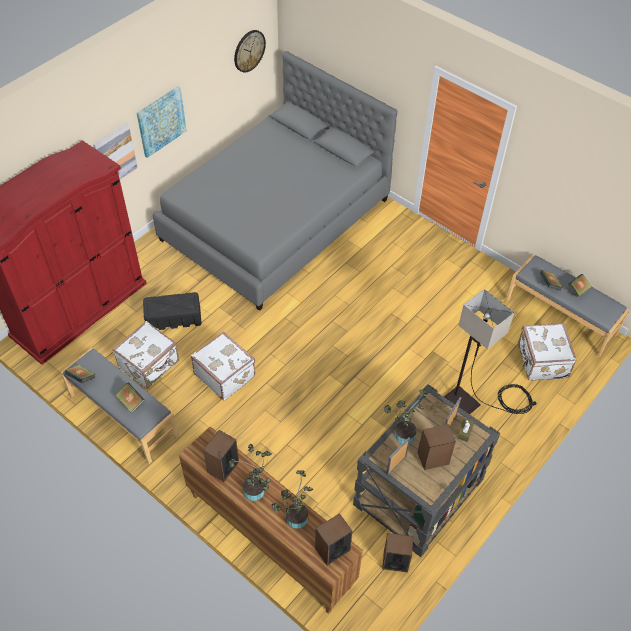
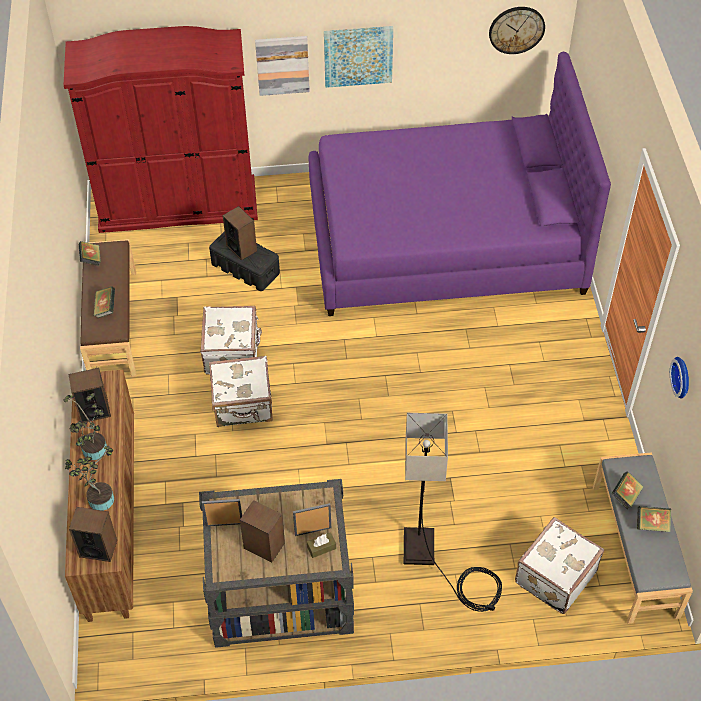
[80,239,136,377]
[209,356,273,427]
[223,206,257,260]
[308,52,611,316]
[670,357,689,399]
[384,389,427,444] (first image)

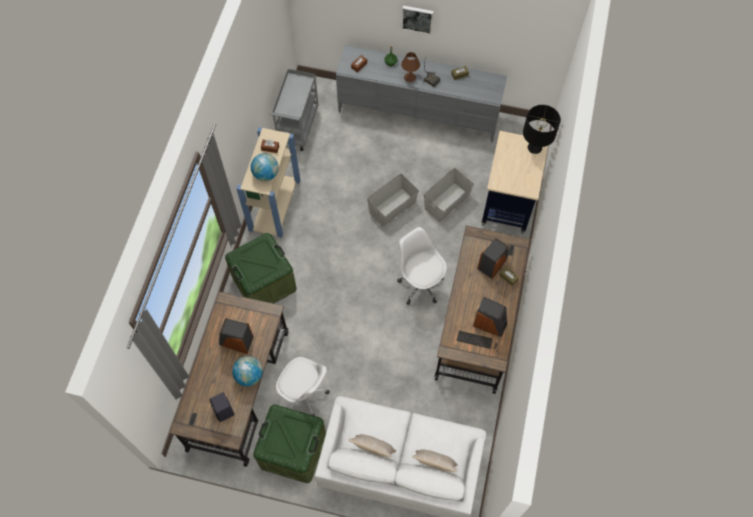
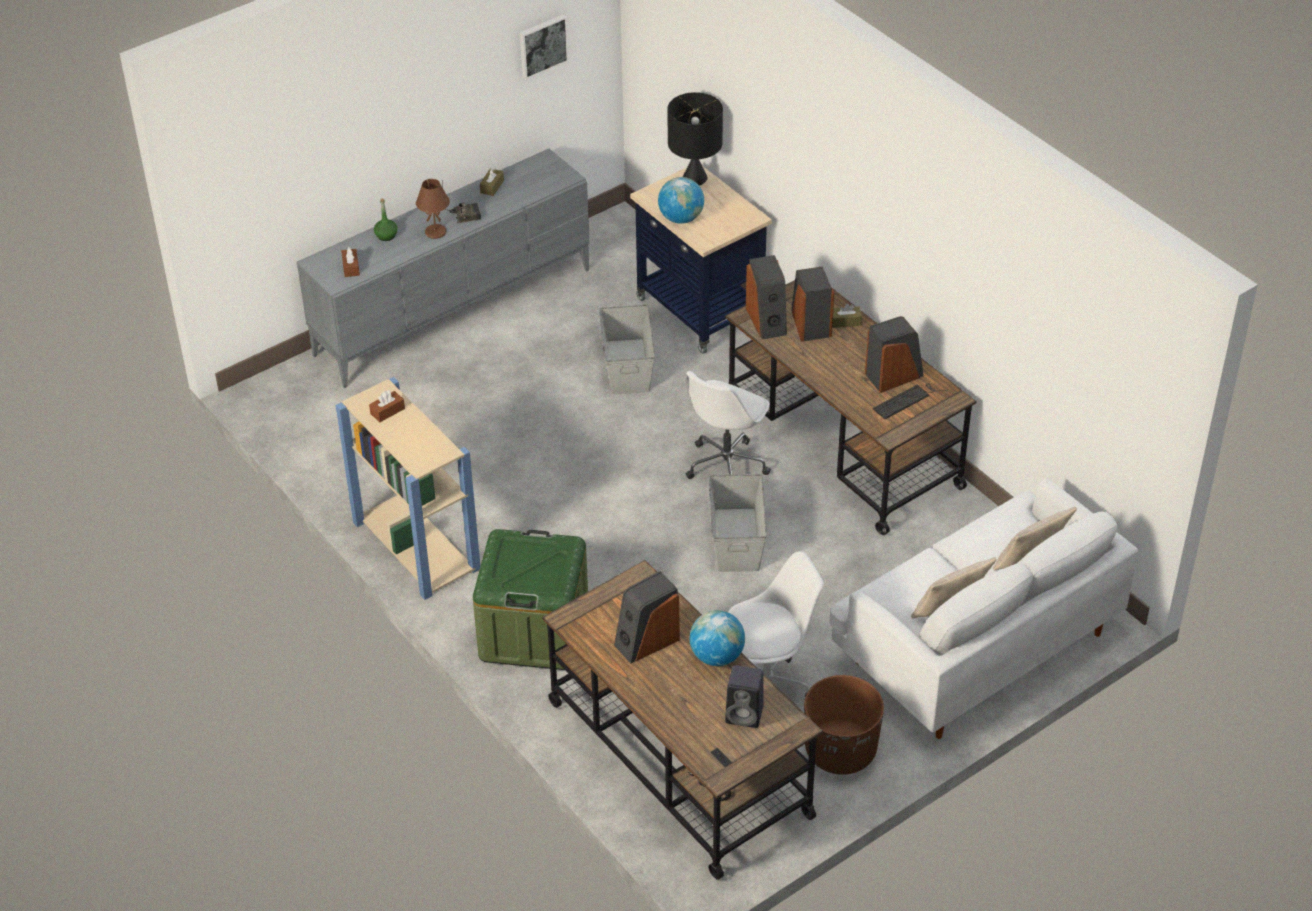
[520,14,569,80]
[658,177,704,224]
[686,371,771,479]
[709,474,767,572]
[746,255,787,340]
[804,675,884,775]
[270,69,318,151] (first image)

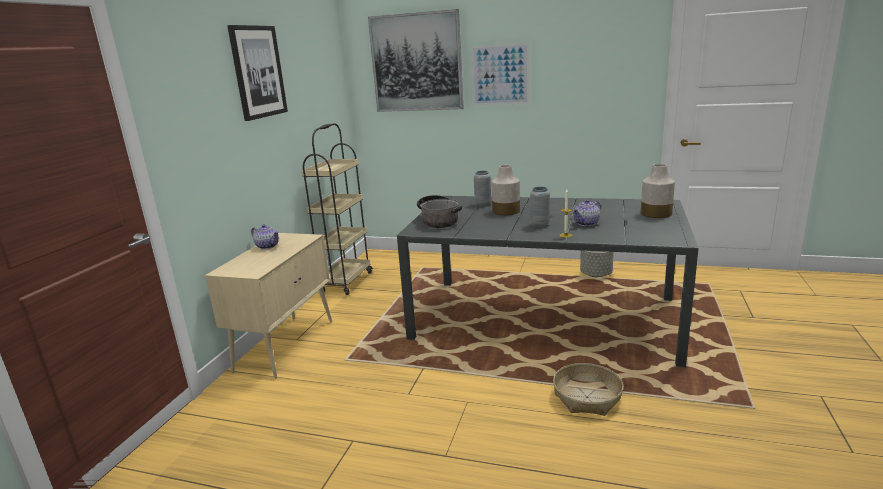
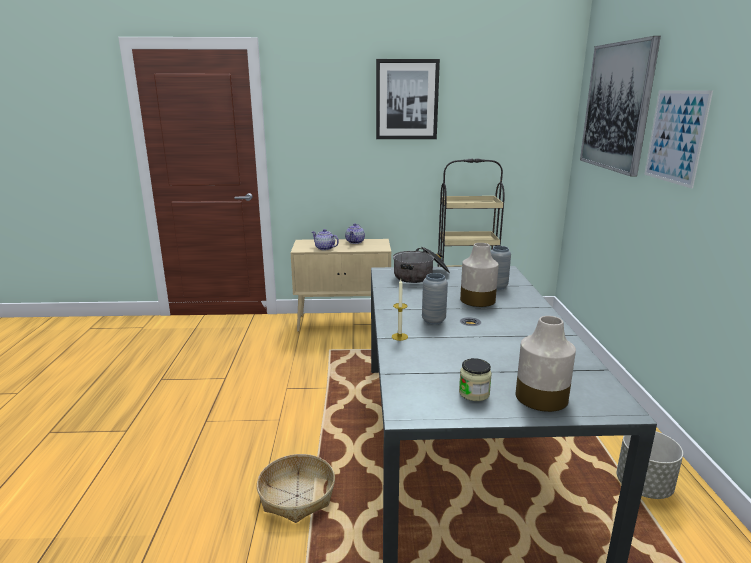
[312,229,339,250]
[459,358,492,401]

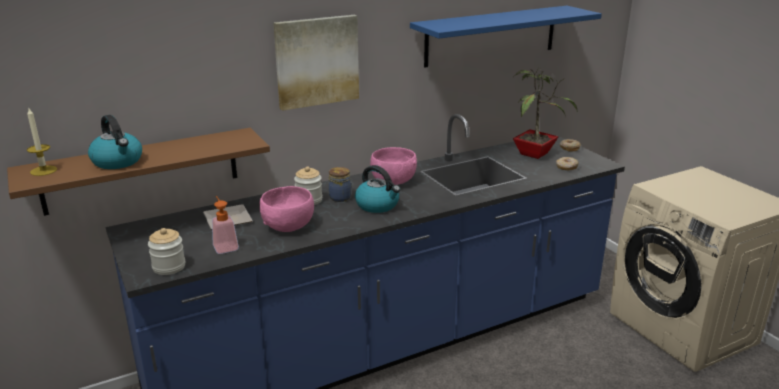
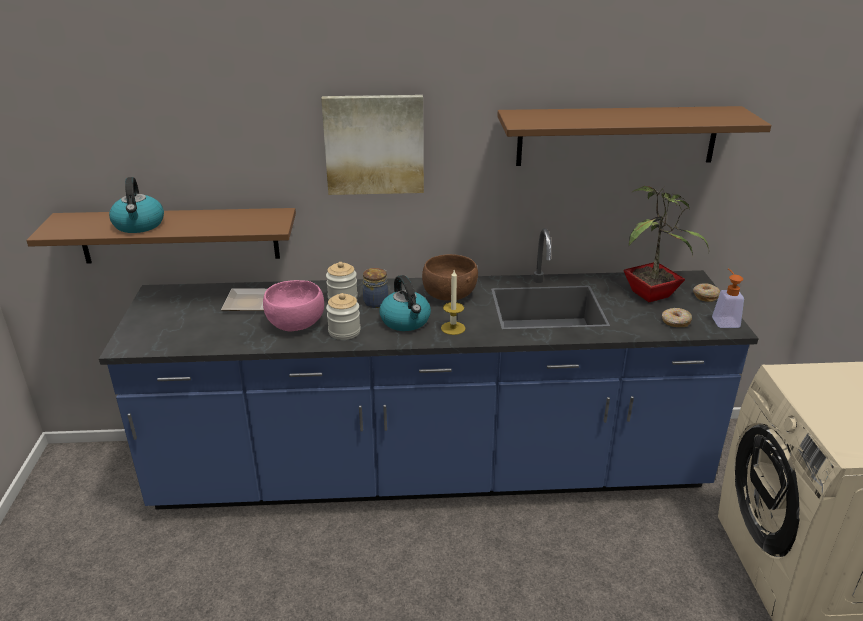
[326,293,361,340]
[422,254,478,301]
[441,270,466,335]
[497,106,771,166]
[712,268,744,328]

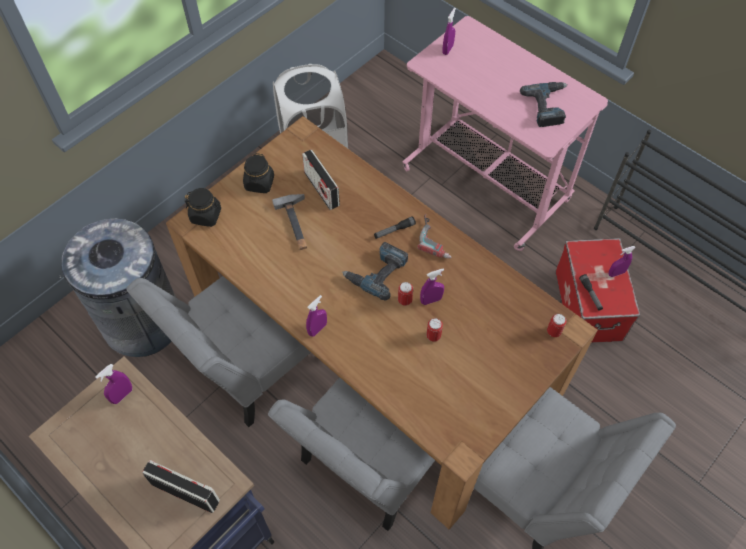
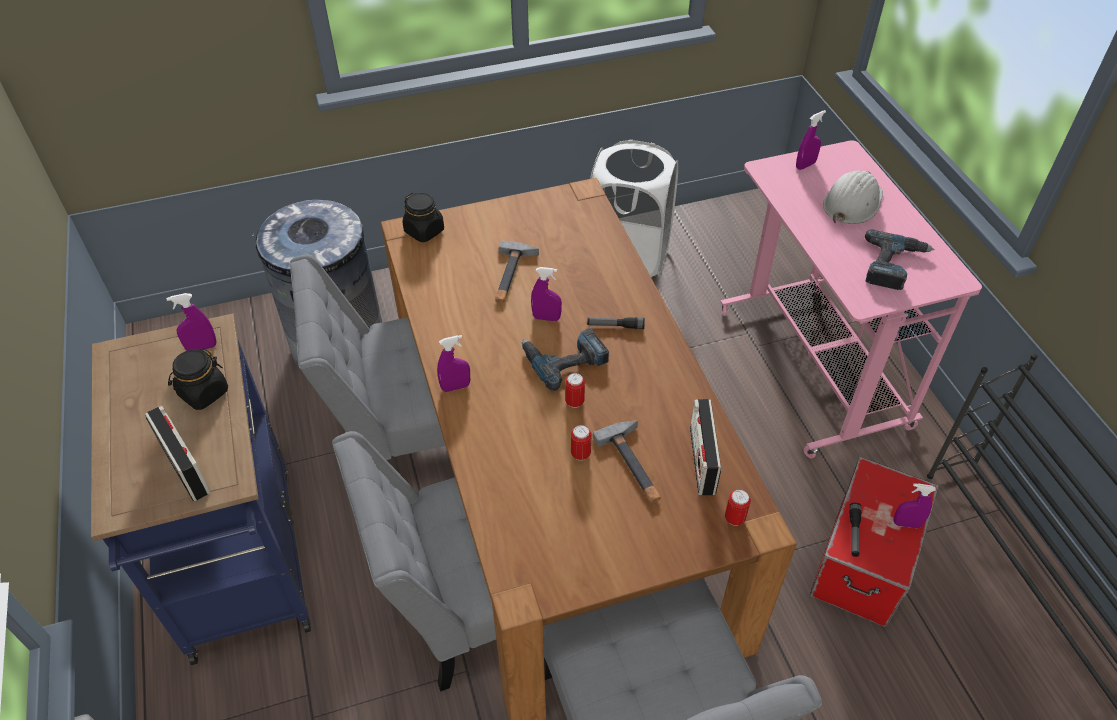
[168,348,228,410]
[531,267,562,321]
[593,420,661,503]
[690,399,721,495]
[823,170,883,224]
[417,214,451,259] (first image)

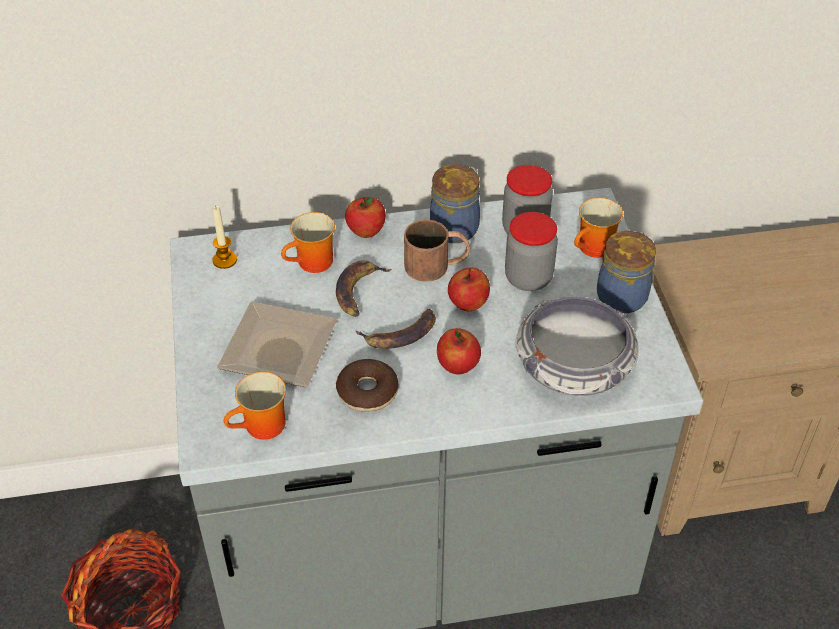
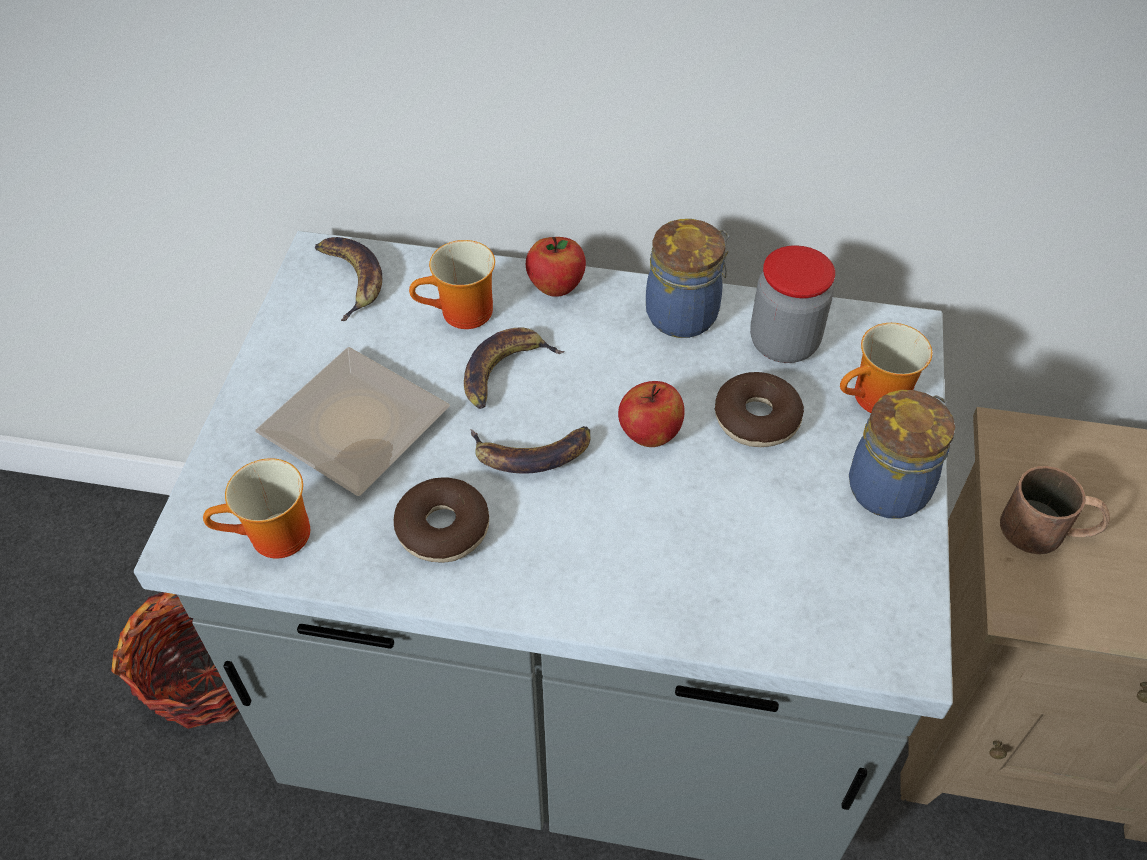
[315,237,382,321]
[715,372,804,447]
[1000,466,1110,554]
[437,328,481,374] (first image)
[516,296,638,396] (first image)

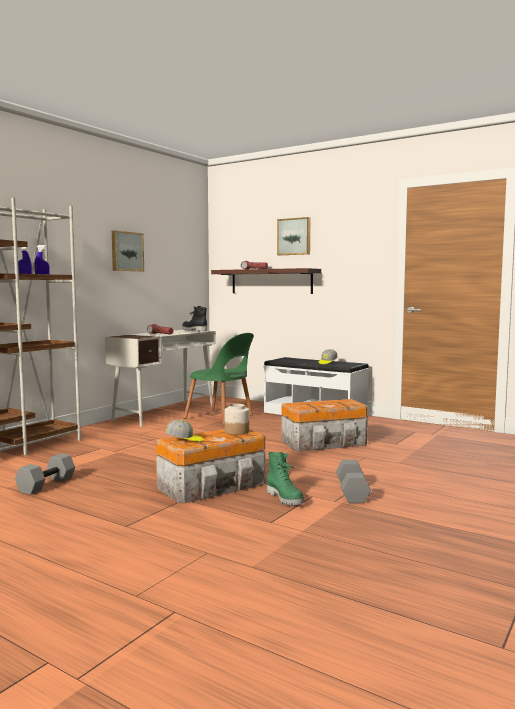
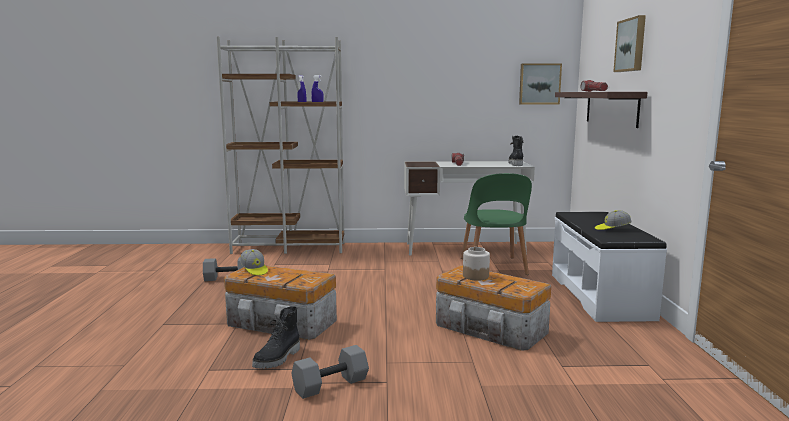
[252,306,300,369]
[463,247,490,281]
[519,63,562,104]

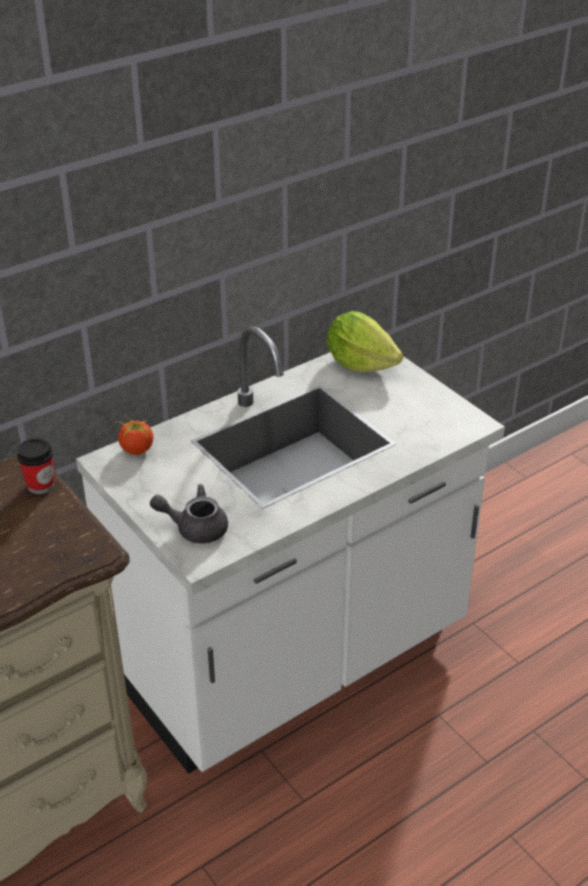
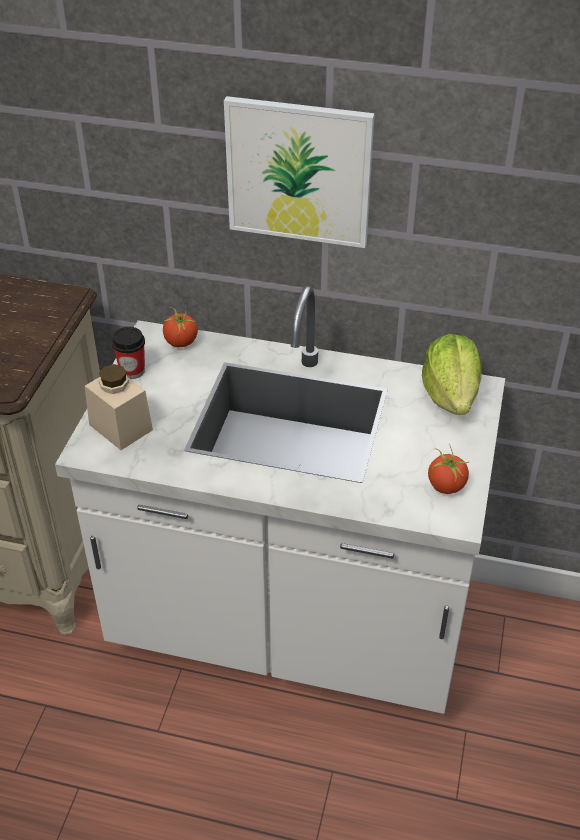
[85,364,153,450]
[112,327,145,379]
[224,96,375,248]
[428,444,470,494]

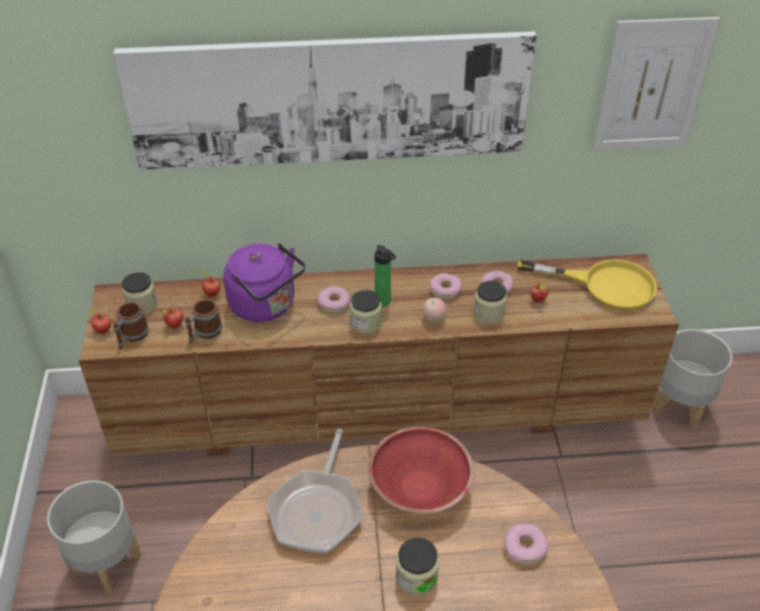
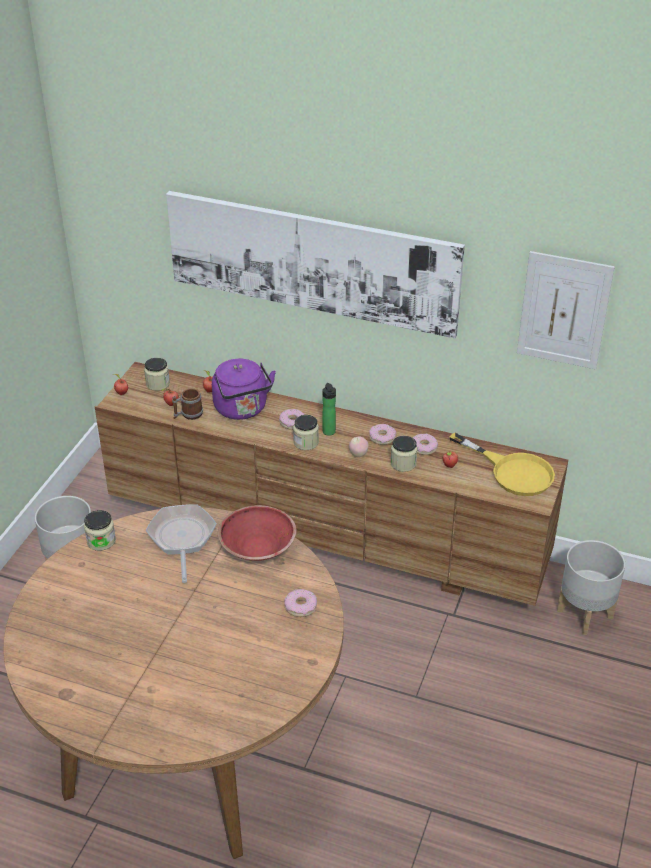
[84,510,116,551]
[146,504,217,583]
[113,302,149,350] (first image)

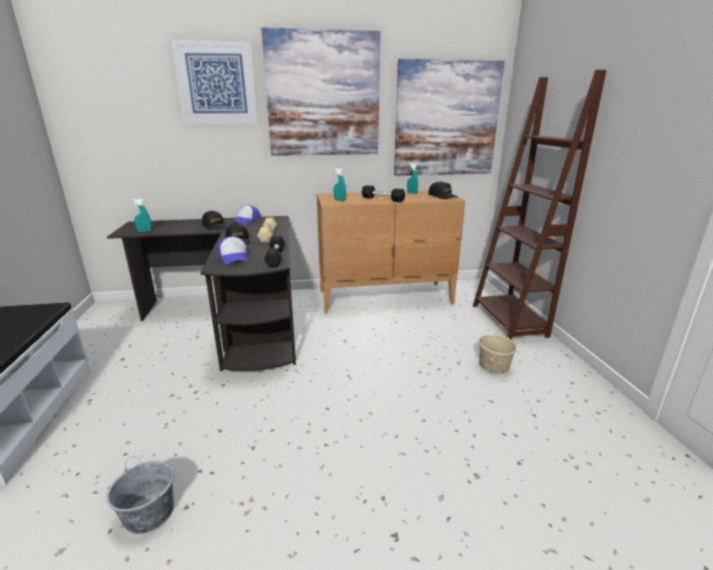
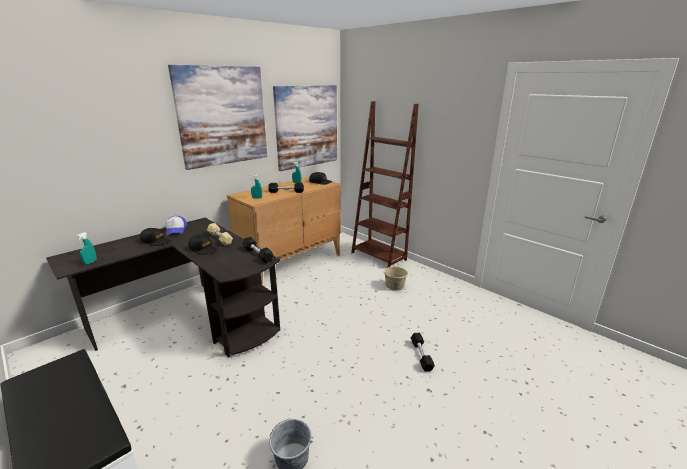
[411,333,435,372]
[171,40,258,123] (first image)
[217,236,248,264] (first image)

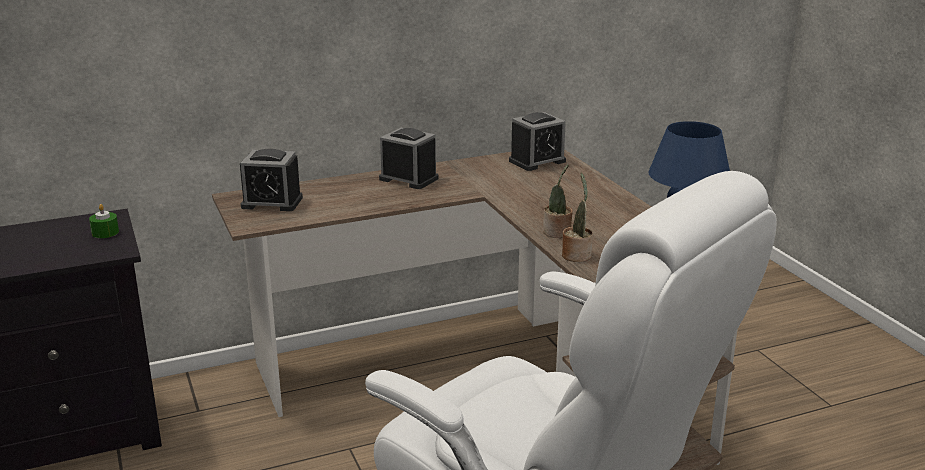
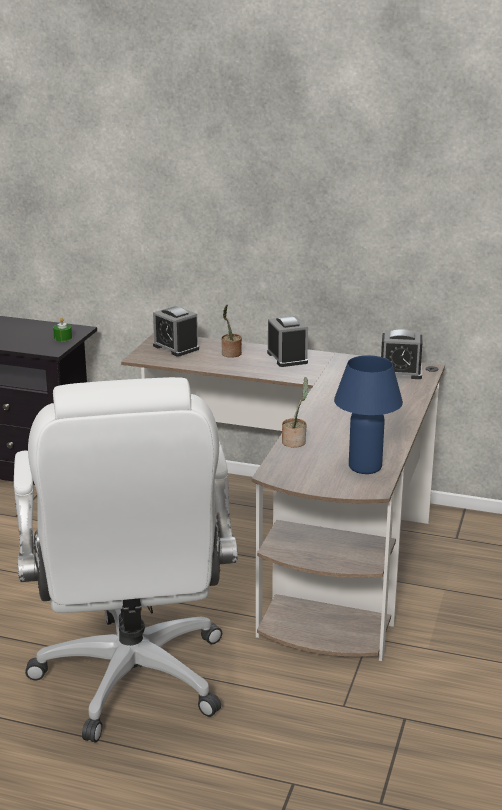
[221,305,242,358]

